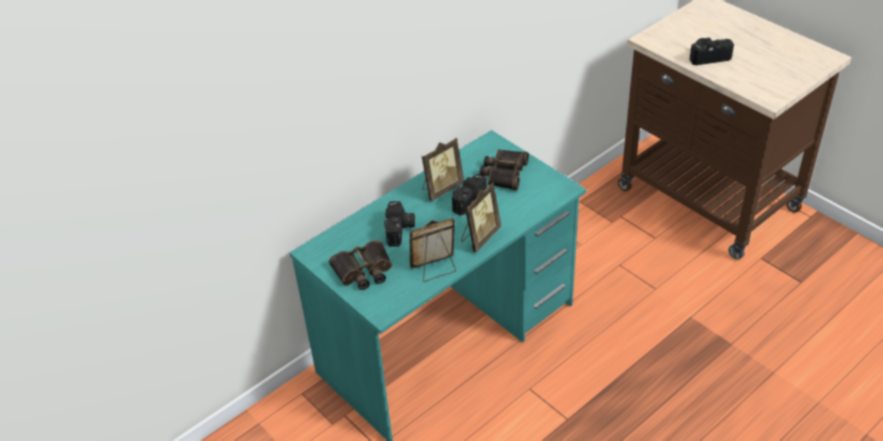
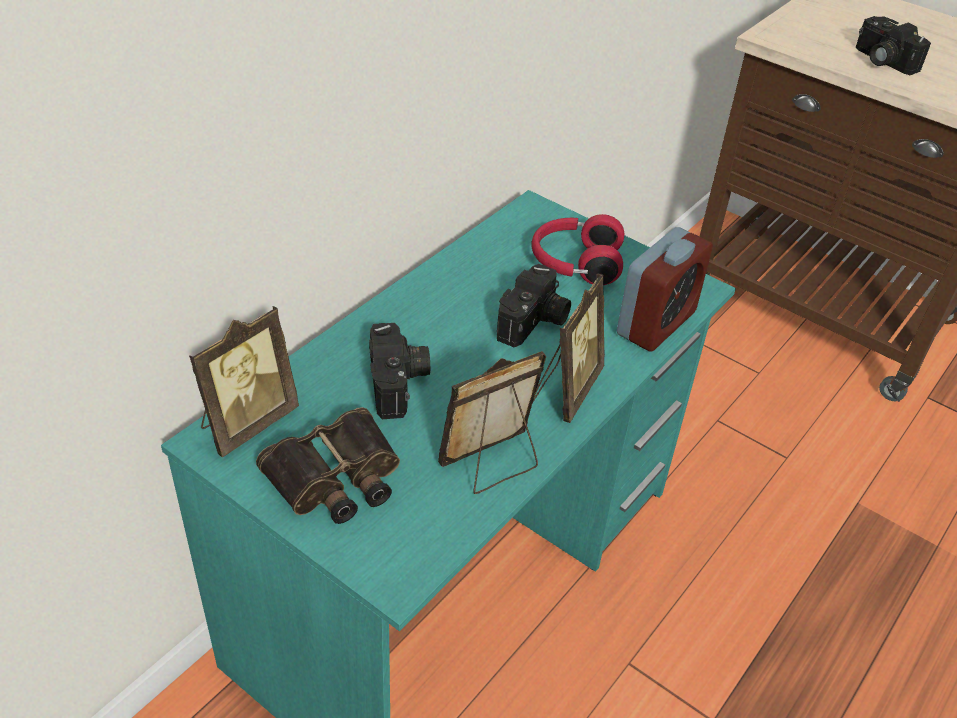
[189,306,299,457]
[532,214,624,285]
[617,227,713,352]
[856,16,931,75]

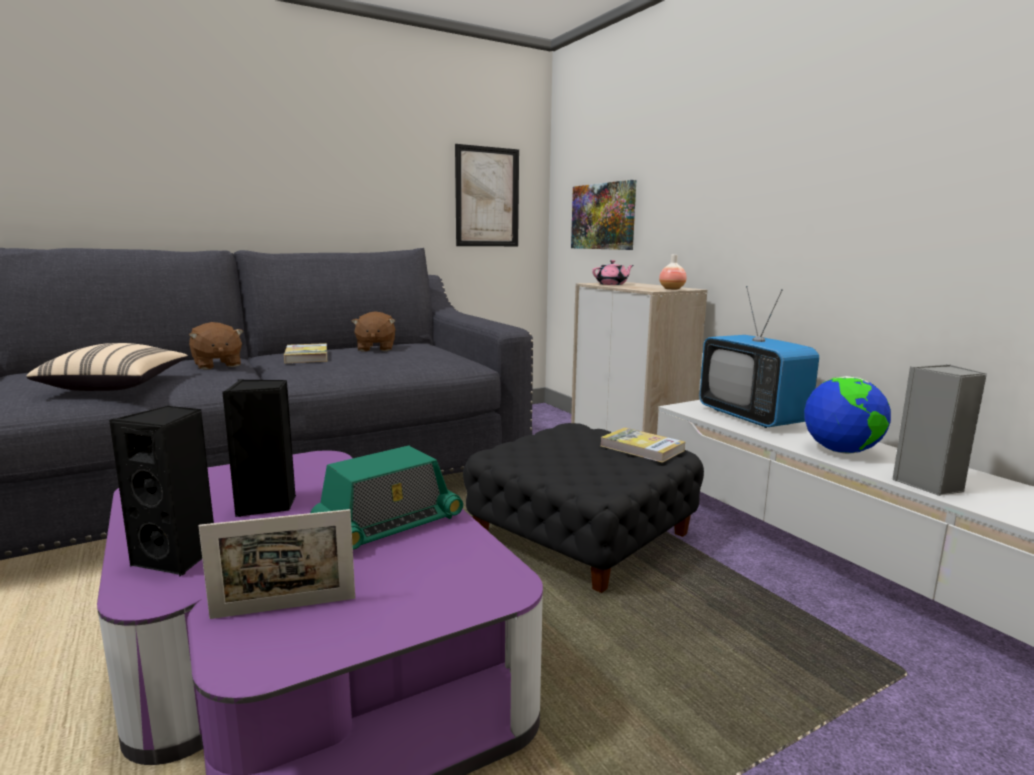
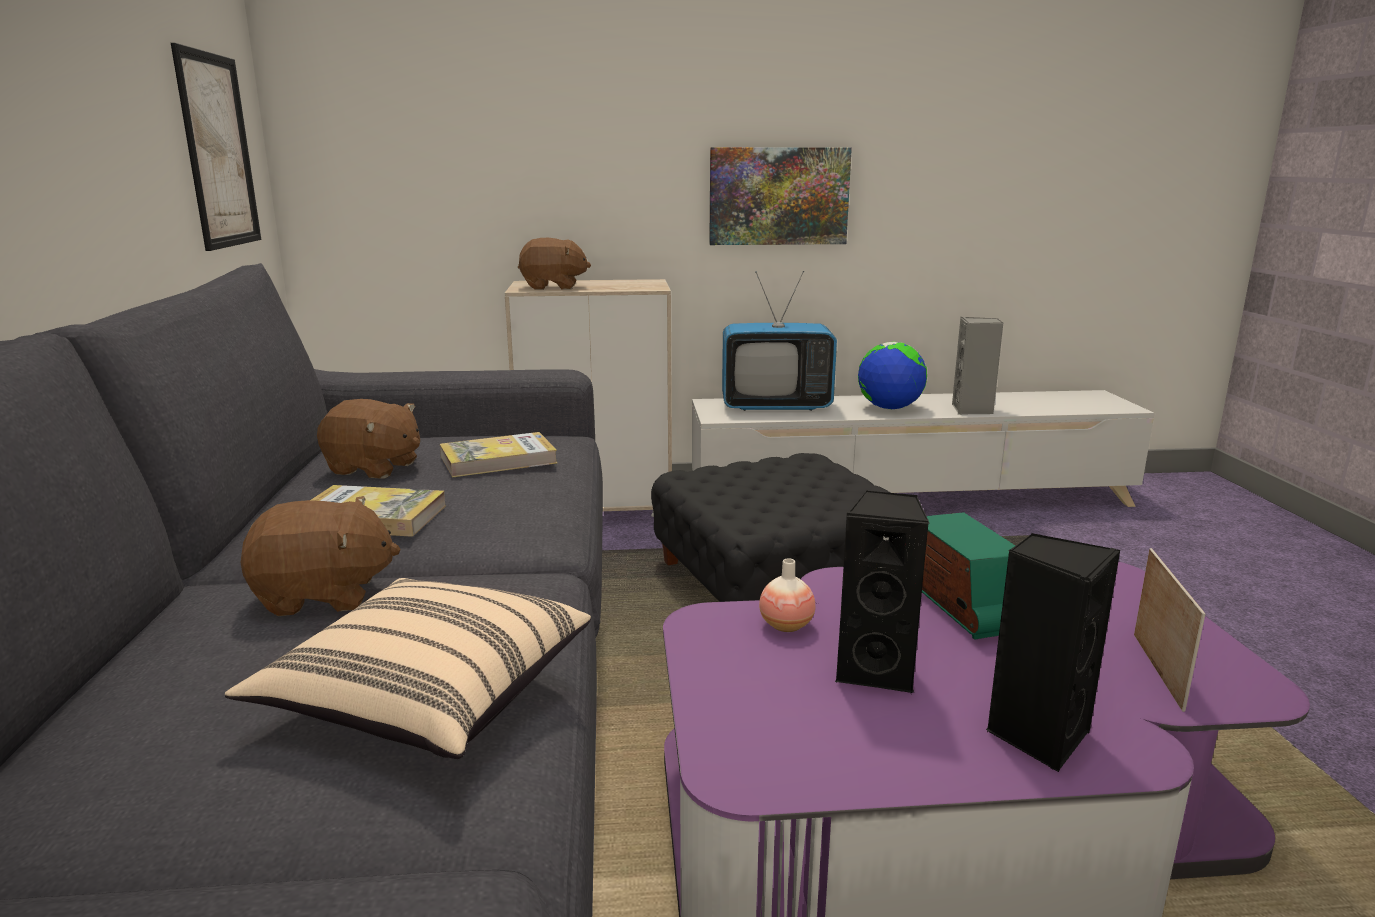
[440,432,557,478]
[518,238,591,290]
[709,147,852,245]
[759,558,815,632]

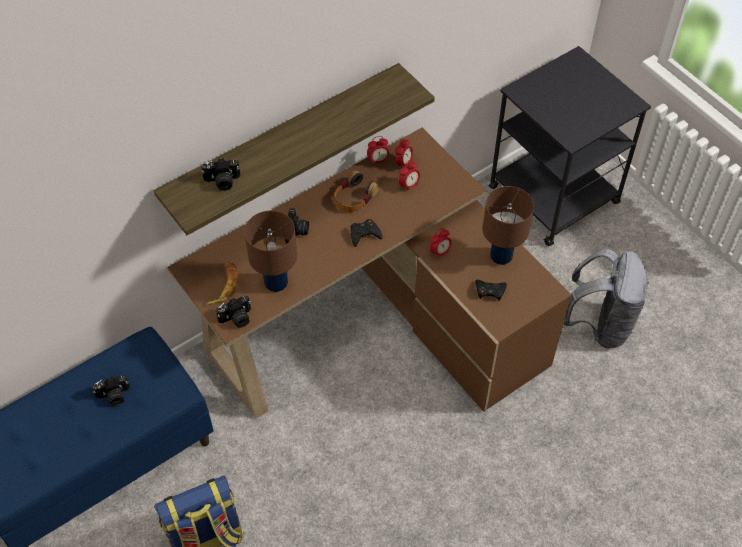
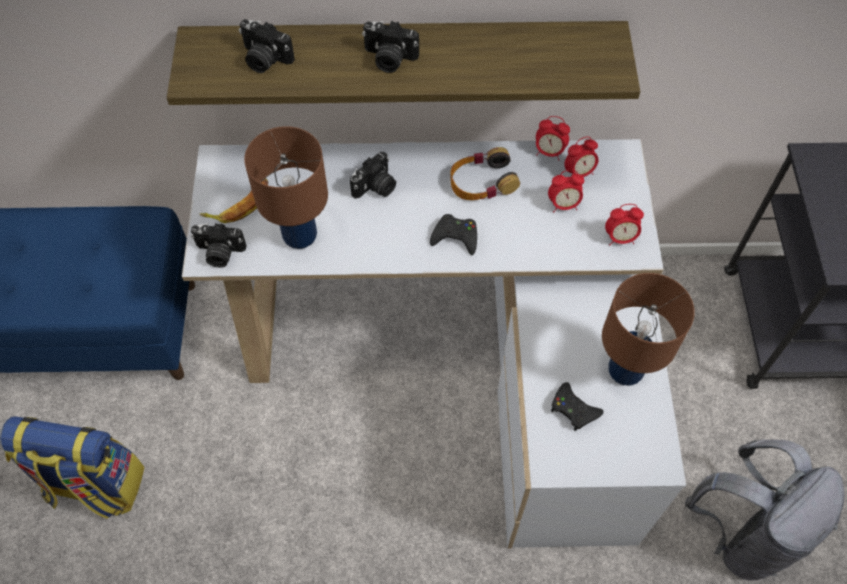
[182,139,686,548]
[362,21,419,73]
[605,204,644,245]

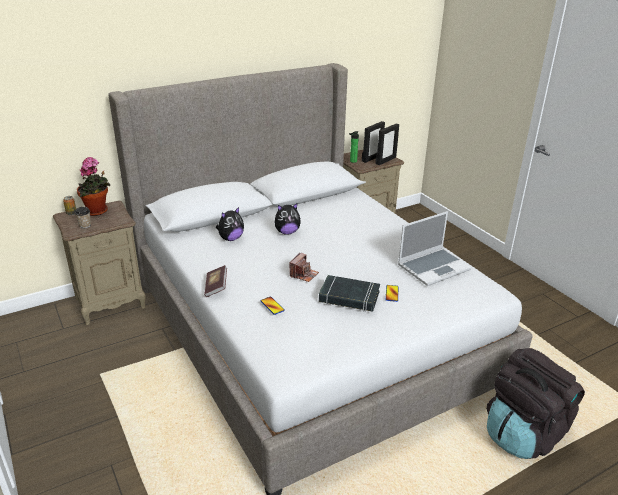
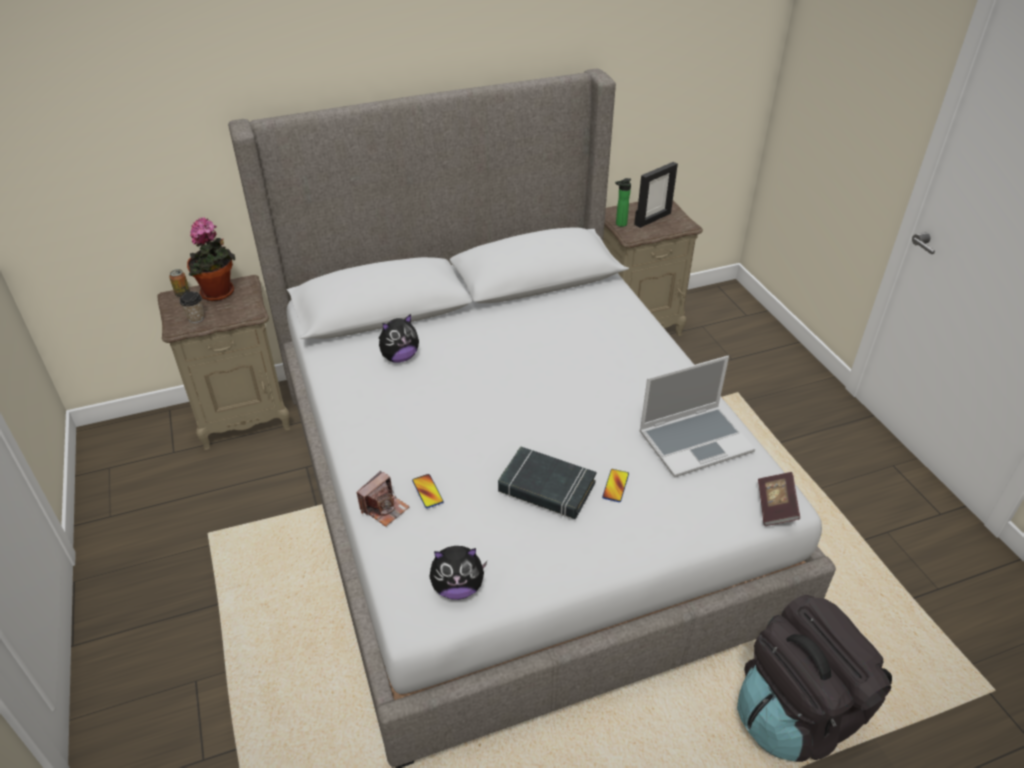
[357,471,410,527]
[430,546,487,600]
[758,472,800,526]
[375,124,399,165] (first image)

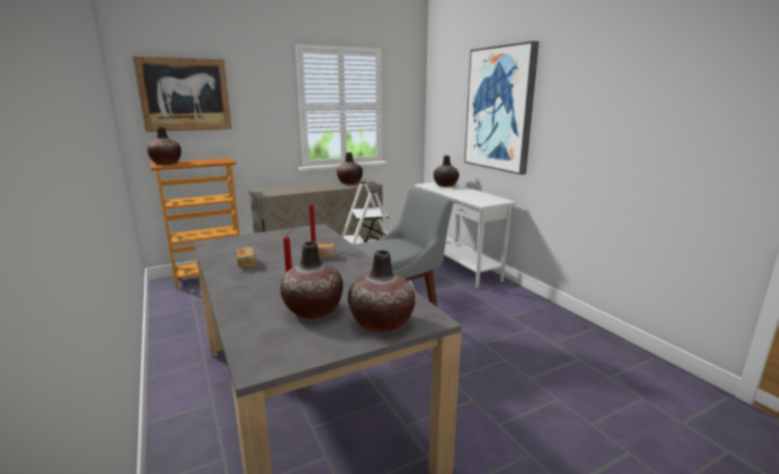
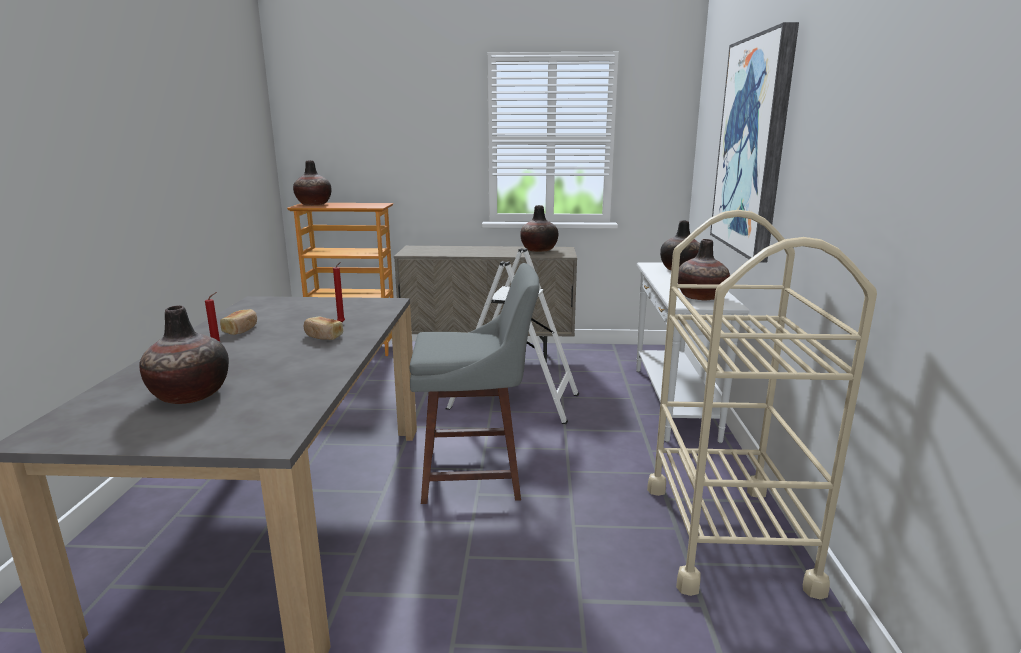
[647,210,877,599]
[678,239,730,301]
[133,56,232,132] (first image)

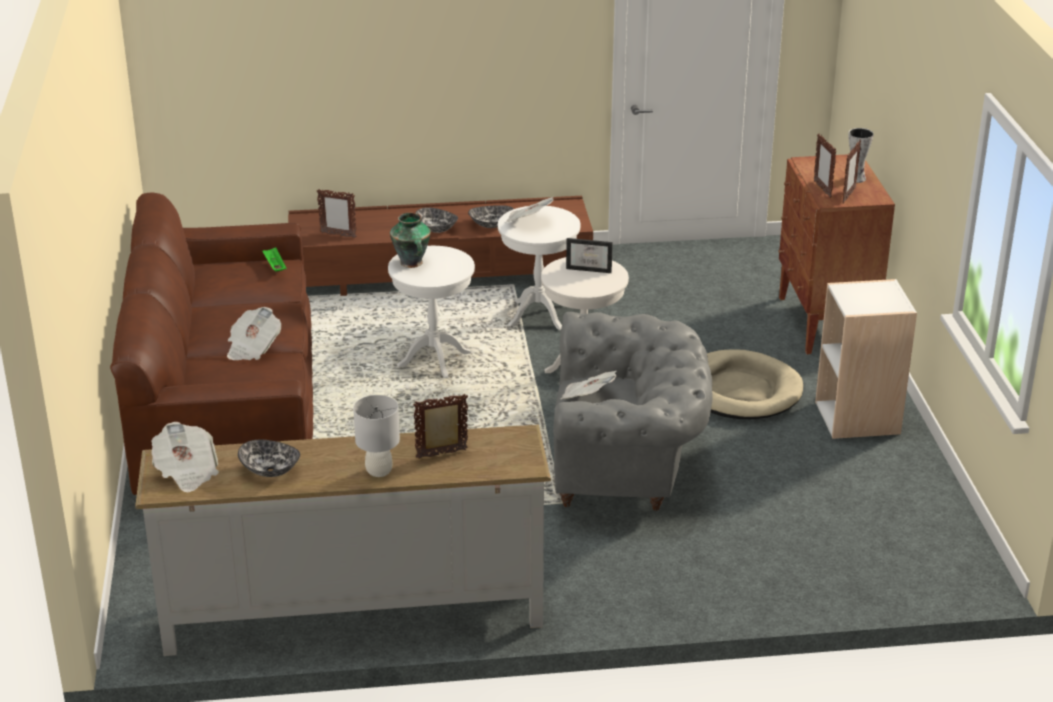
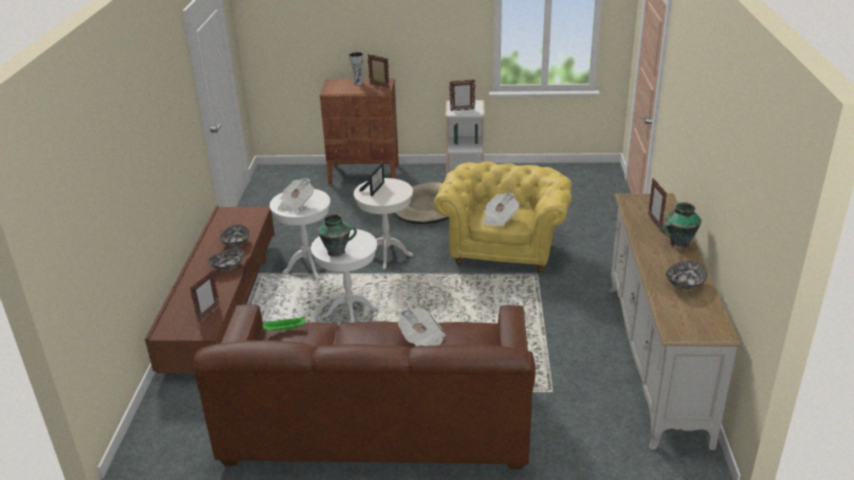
[434,161,572,273]
[449,79,475,111]
[662,202,701,249]
[151,422,219,492] (first image)

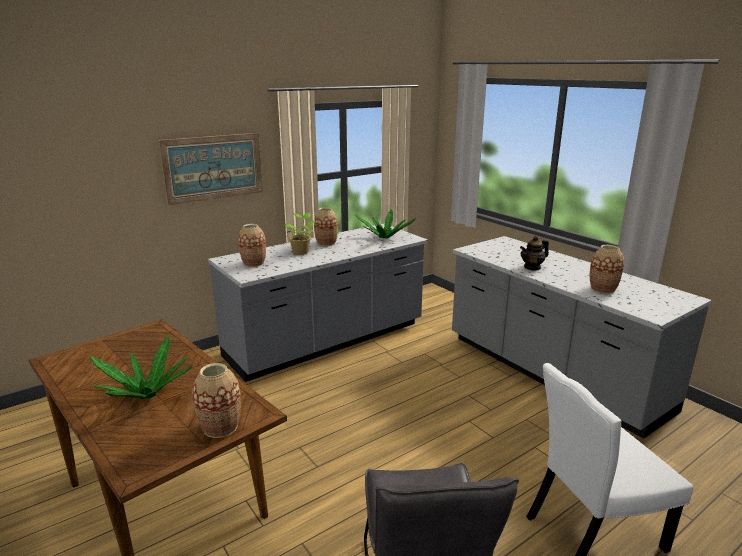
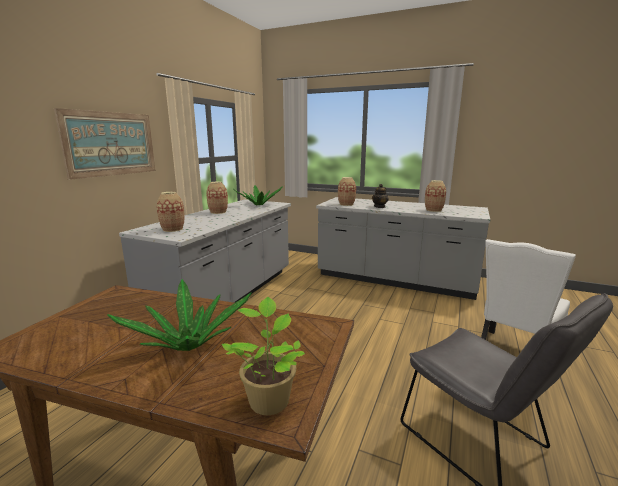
[222,297,305,415]
[338,177,356,206]

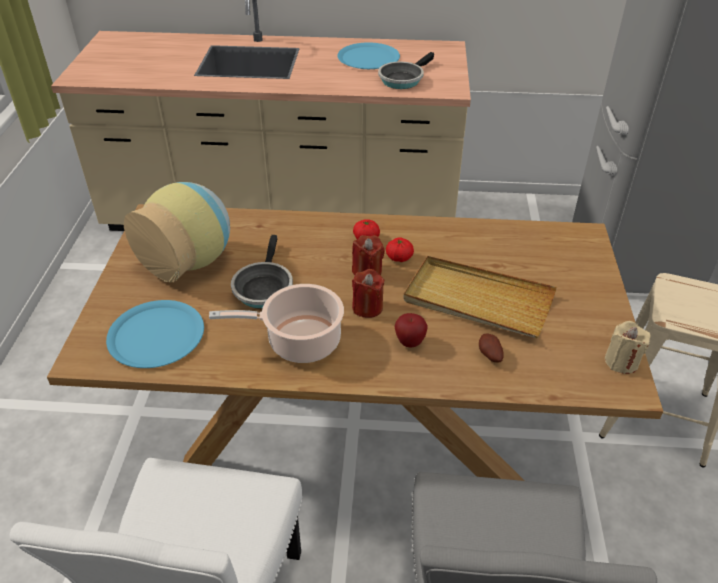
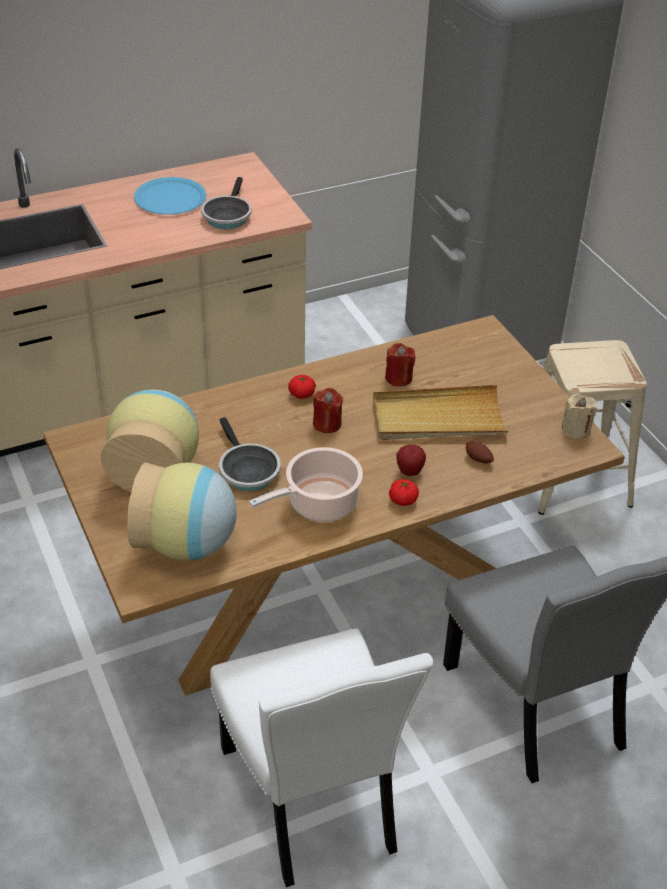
[127,463,237,561]
[385,343,416,386]
[389,479,419,506]

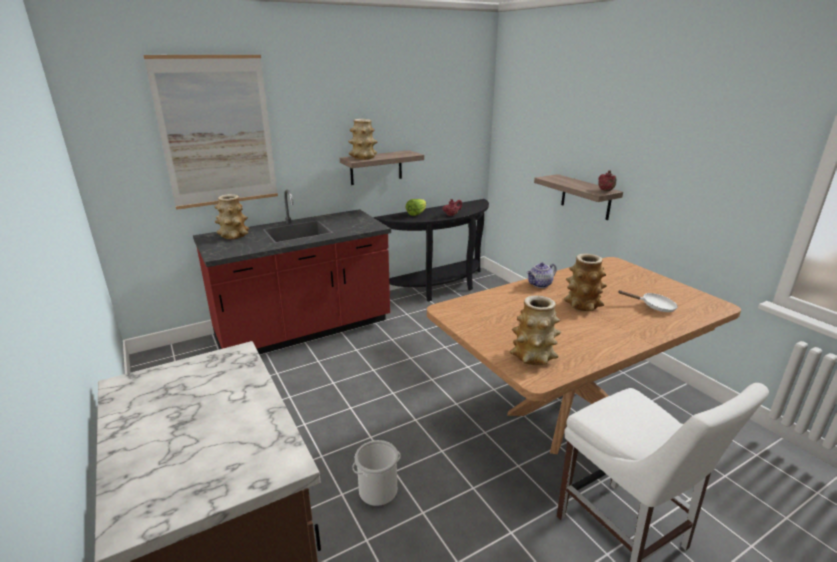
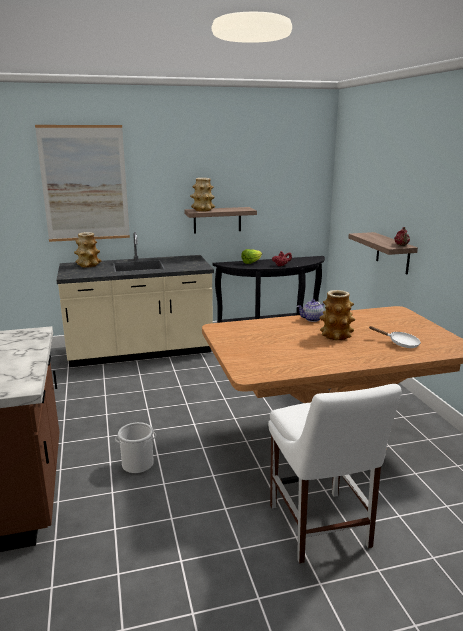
[57,232,214,368]
[510,295,561,365] (first image)

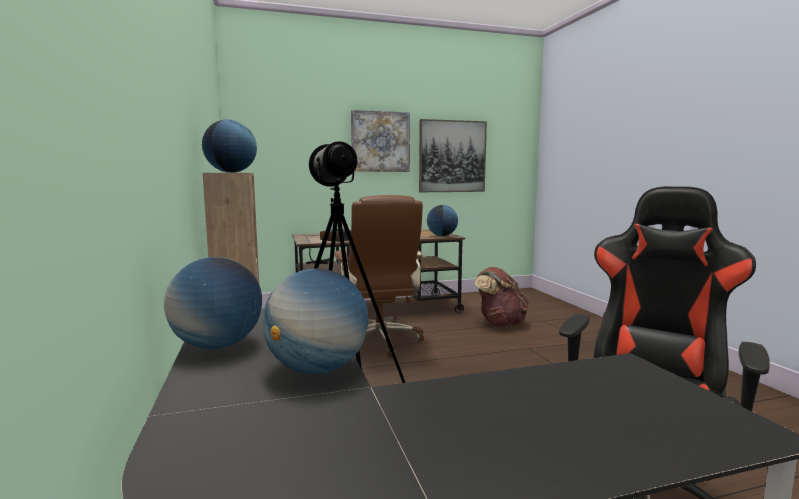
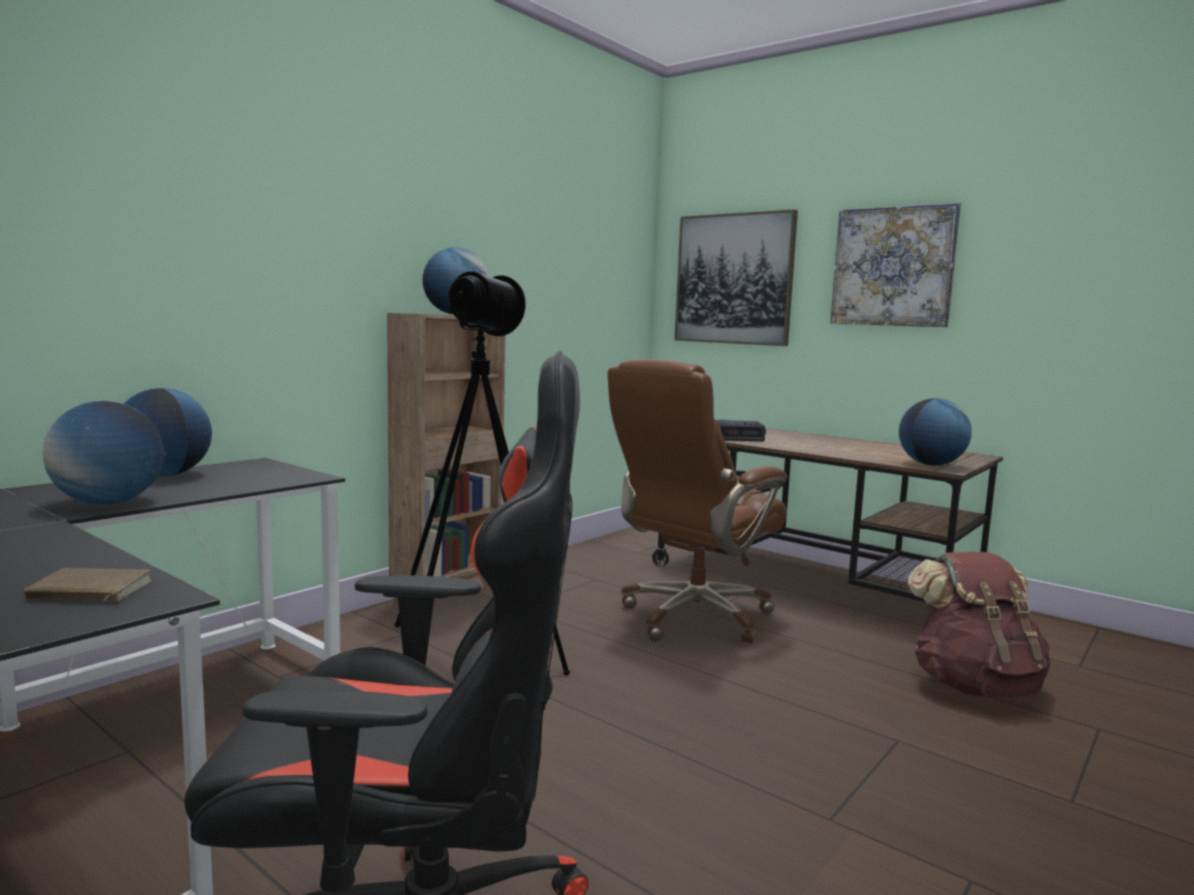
[24,568,152,601]
[674,210,798,346]

